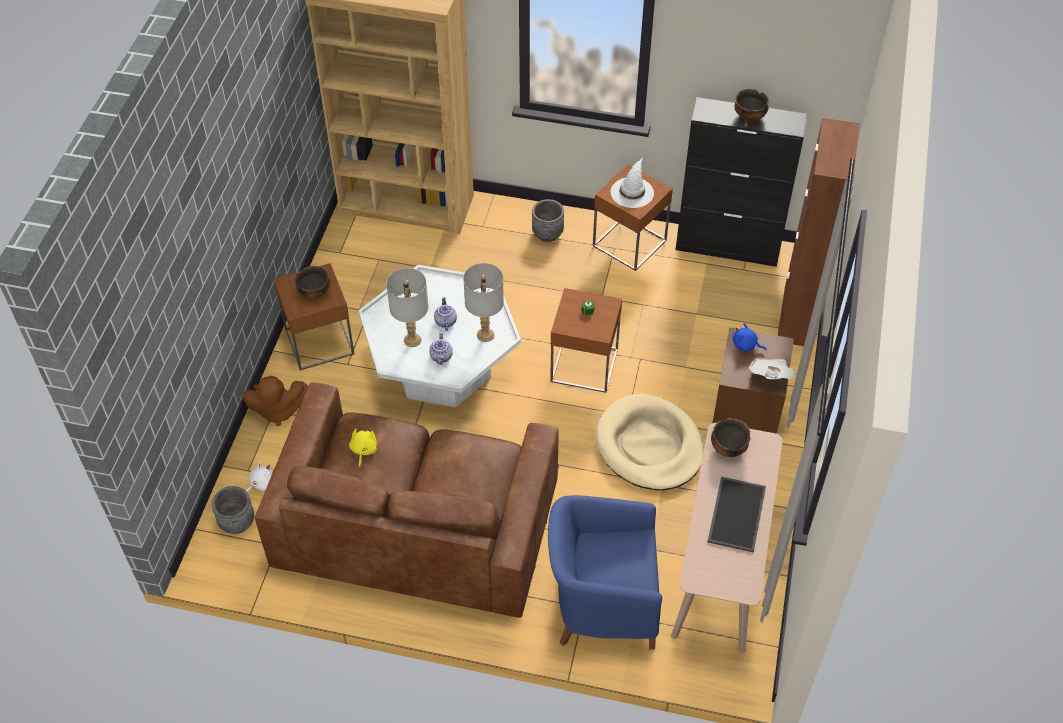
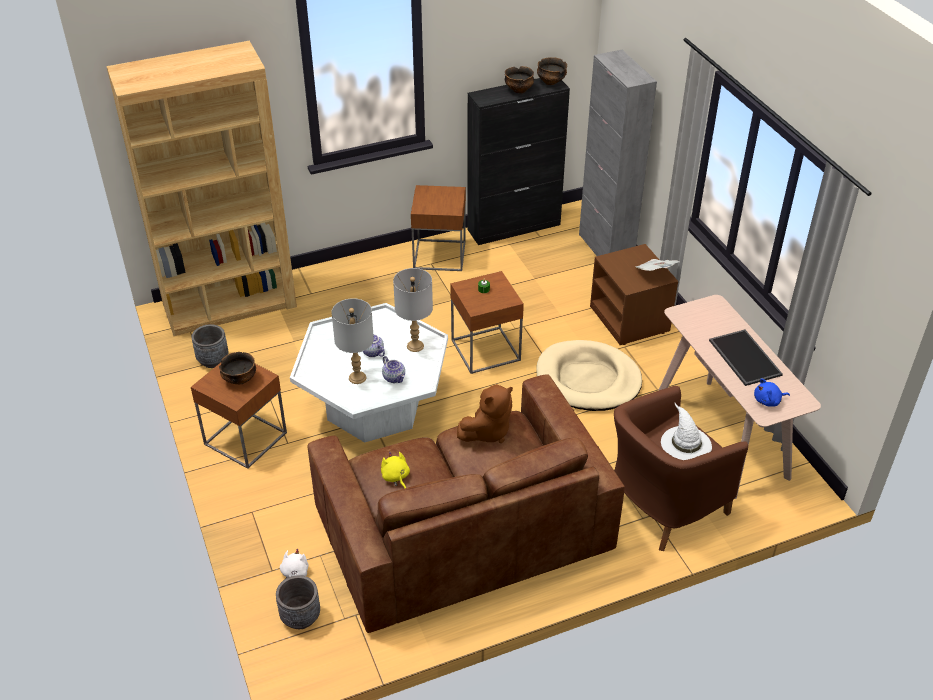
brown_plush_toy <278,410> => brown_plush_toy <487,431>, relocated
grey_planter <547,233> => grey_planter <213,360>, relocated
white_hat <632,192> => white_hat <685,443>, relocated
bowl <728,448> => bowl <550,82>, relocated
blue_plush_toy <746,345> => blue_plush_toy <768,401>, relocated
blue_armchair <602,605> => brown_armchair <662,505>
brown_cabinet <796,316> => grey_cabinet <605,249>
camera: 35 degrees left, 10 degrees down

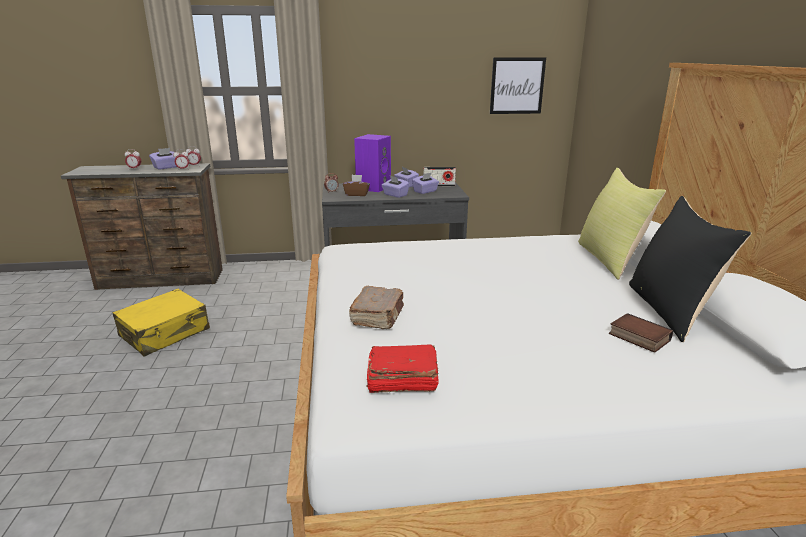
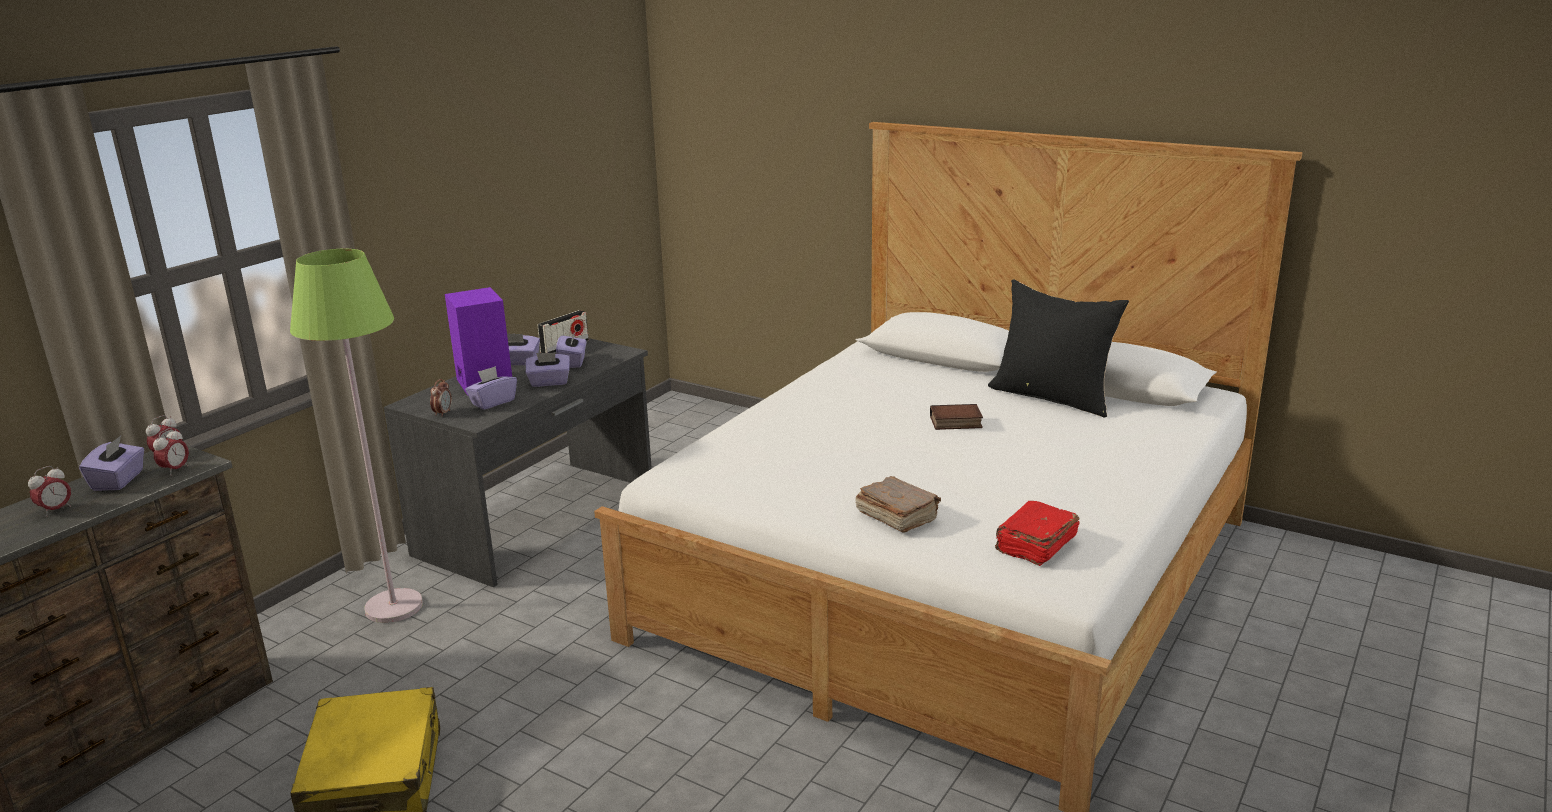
picture <517,86> => nothing
yellow_pillow <610,259> => nothing
nothing => green_floor_lamp <394,607>
book <637,337> => book <955,422>, relocated
brown_tissue_box <356,194> => purple_tissue_box <493,402>
camera: 50 degrees left, 0 degrees up

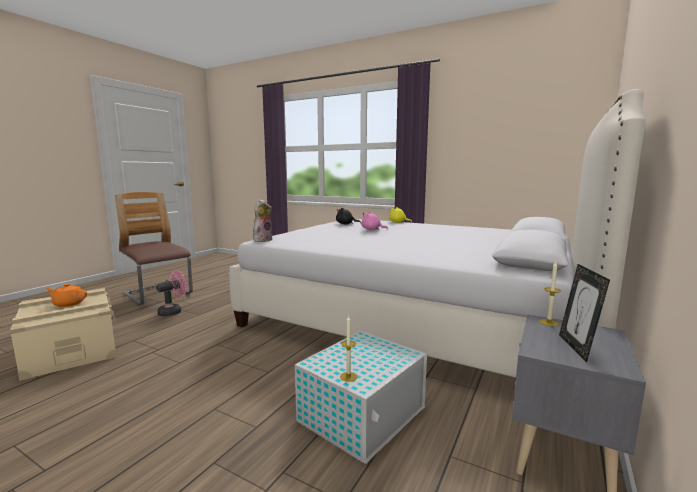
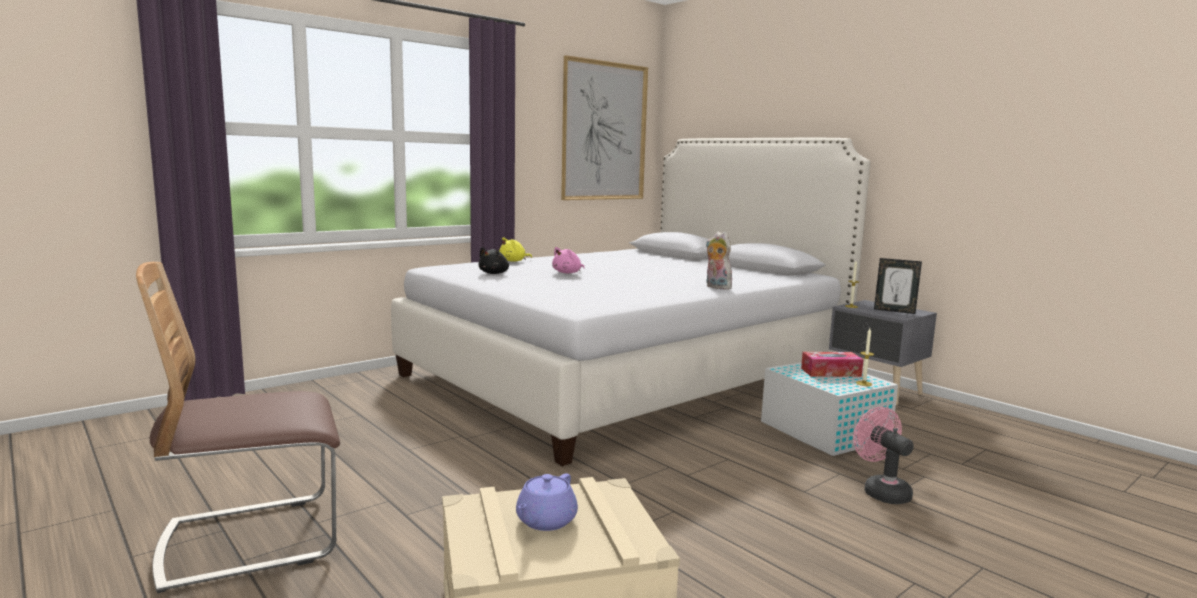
nothing => picture <604,131>
nothing => tissue_box <830,372>
pink_fan <173,311> => pink_fan <881,491>, relocated
plush_toy <262,240> => plush_toy <716,287>, relocated
orange_teapot <68,304> => purple_teapot <545,521>
camera: 70 degrees left, 0 degrees up

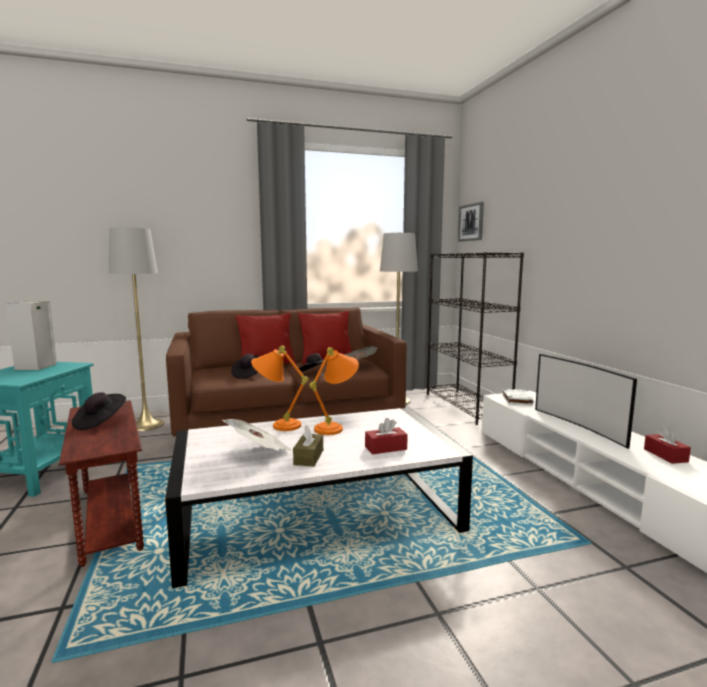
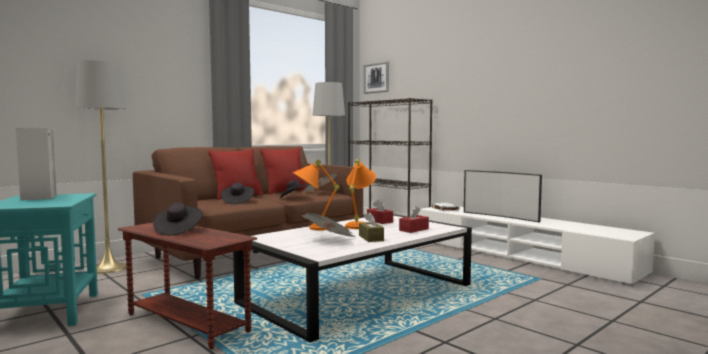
red_tissue_box <665,455> => red_tissue_box <379,221>, relocated
camera: 25 degrees left, 5 degrees down

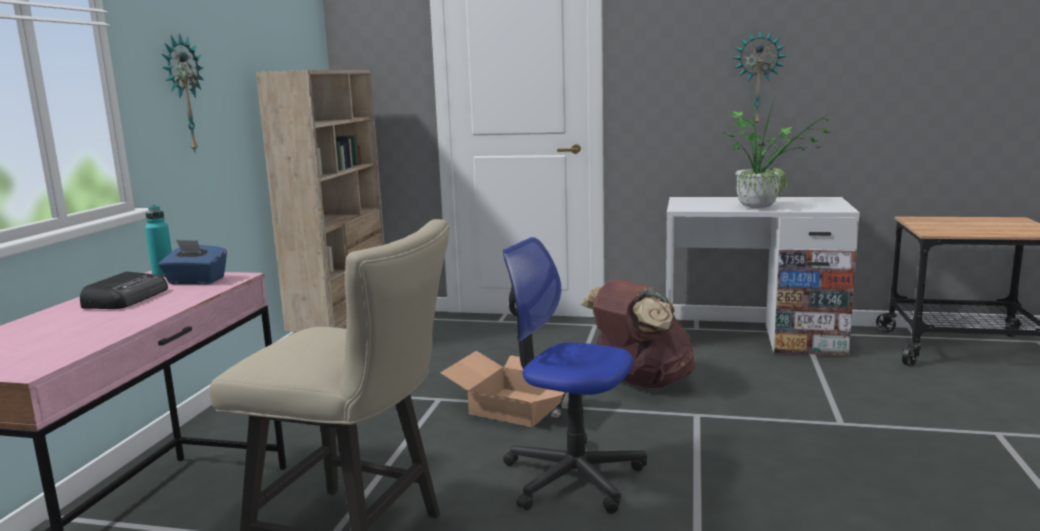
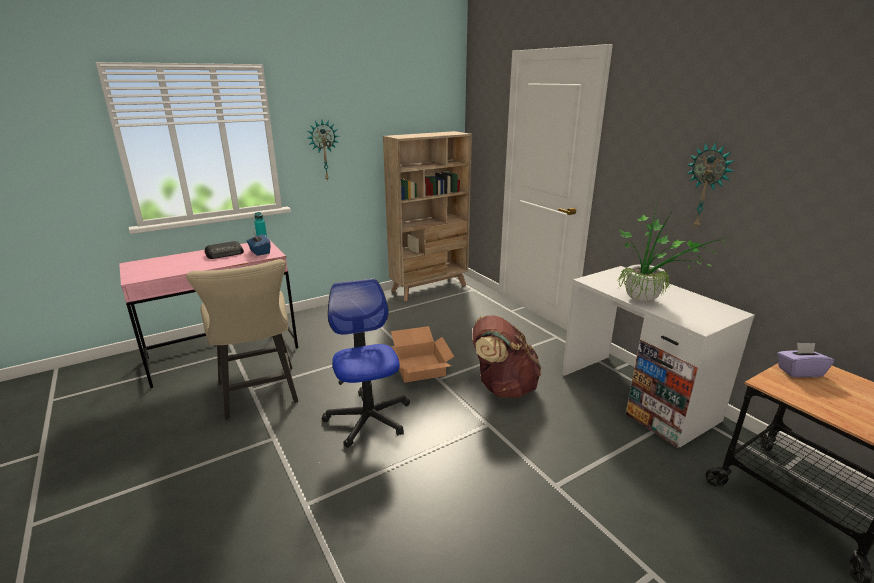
nothing => purple_tissue_box <799,371>
camera: 45 degrees right, 10 degrees up

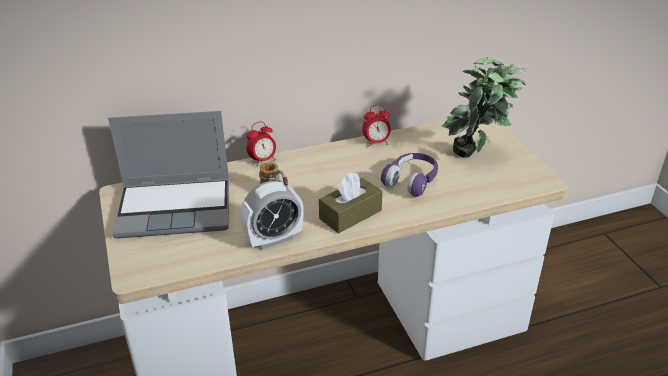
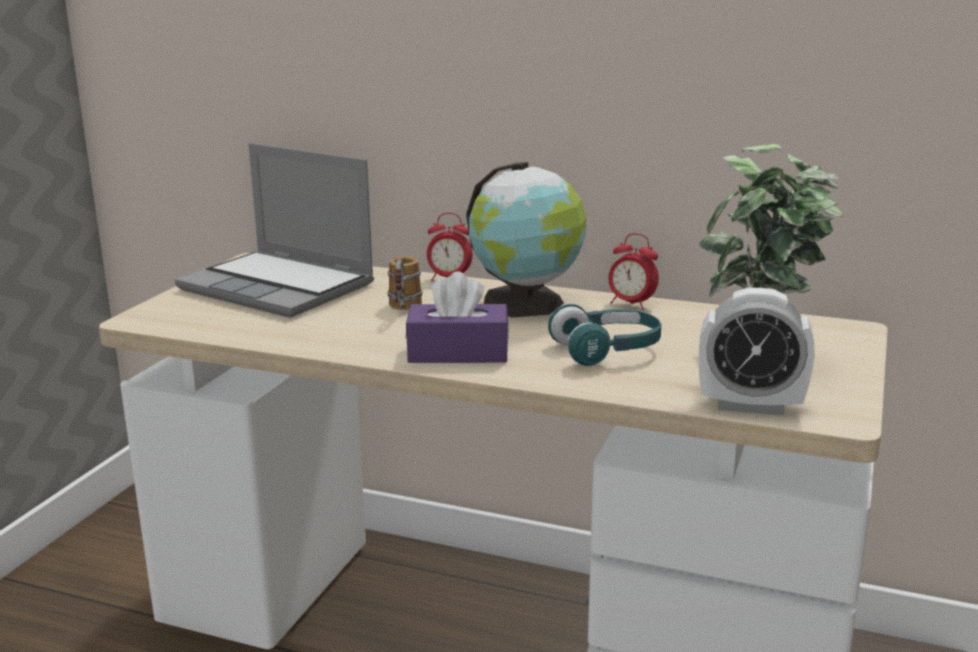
nothing => globe <526,303>
alarm_clock <274,239> => alarm_clock <750,405>, relocated
brown_tissue_box <350,214> => purple_tissue_box <458,353>
purple_headphones <411,181> => turquoise_headphones <607,351>
camera: 40 degrees right, 15 degrees down

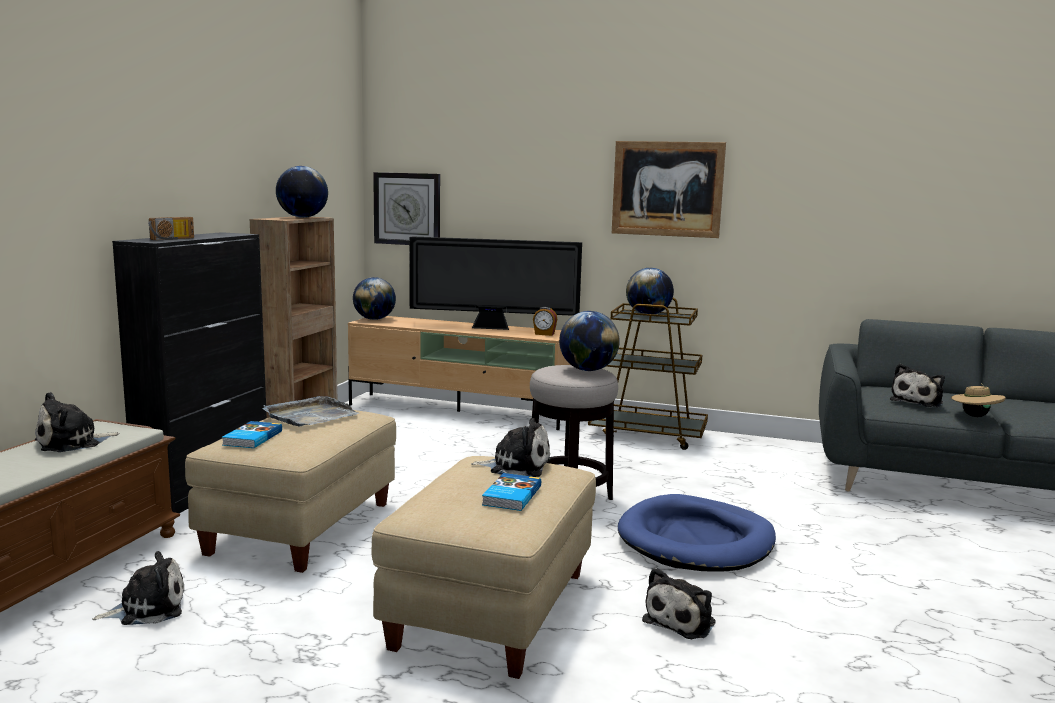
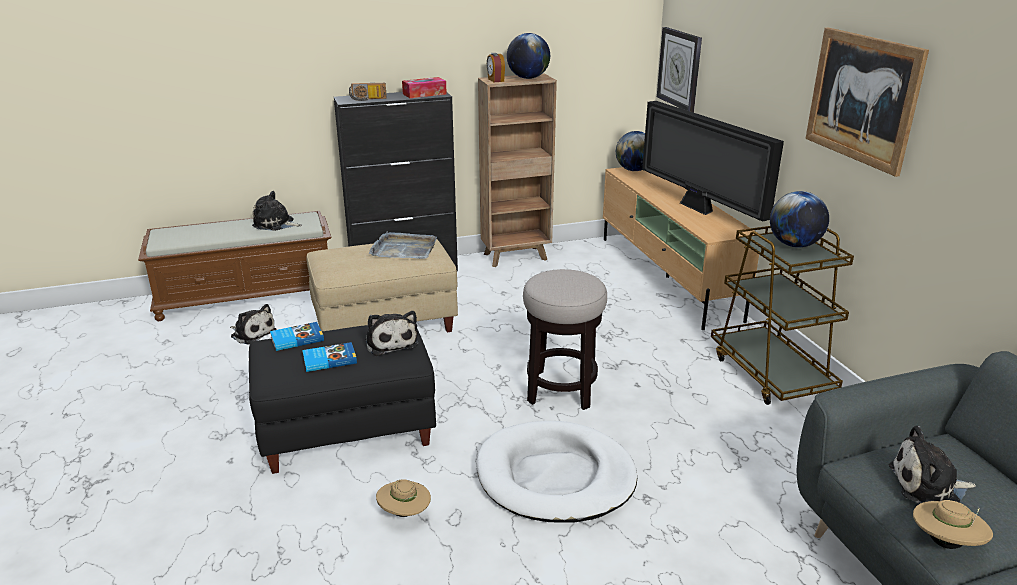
globe <587,370> => nothing
nothing => tissue_box <424,94>
book <251,438> => book <296,339>, relocated
alarm_clock <544,334> => alarm_clock <495,80>, relocated
plush_toy <682,620> => beige_hat <405,513>
beige_ottoman <490,608> => black_ottoman <346,429>
blue_dog_bed <696,540> => white_dog_bed <555,477>
camera: 55 degrees right, 15 degrees up

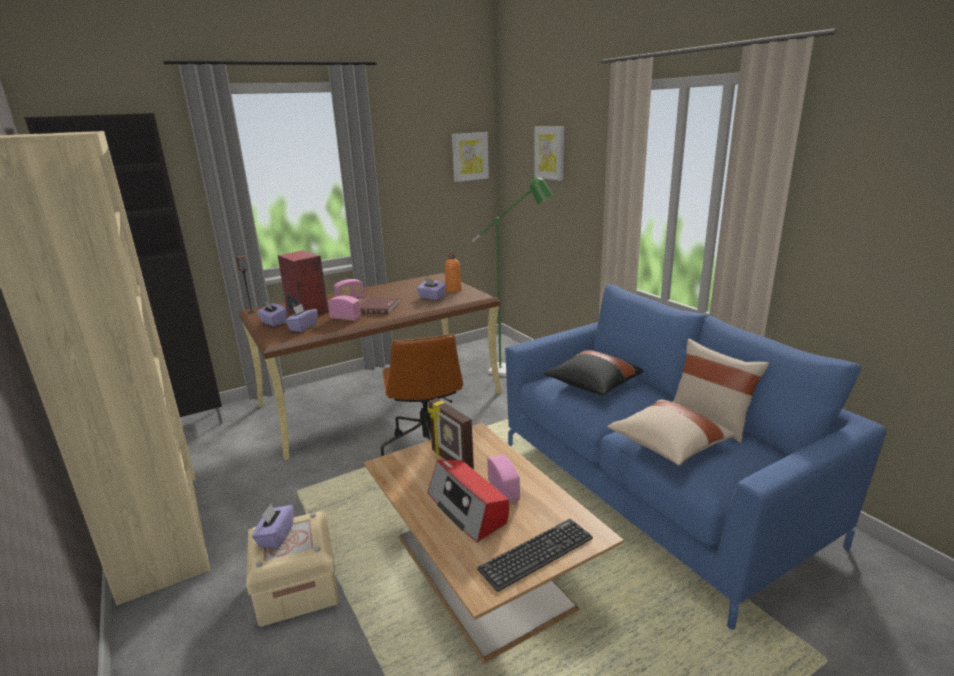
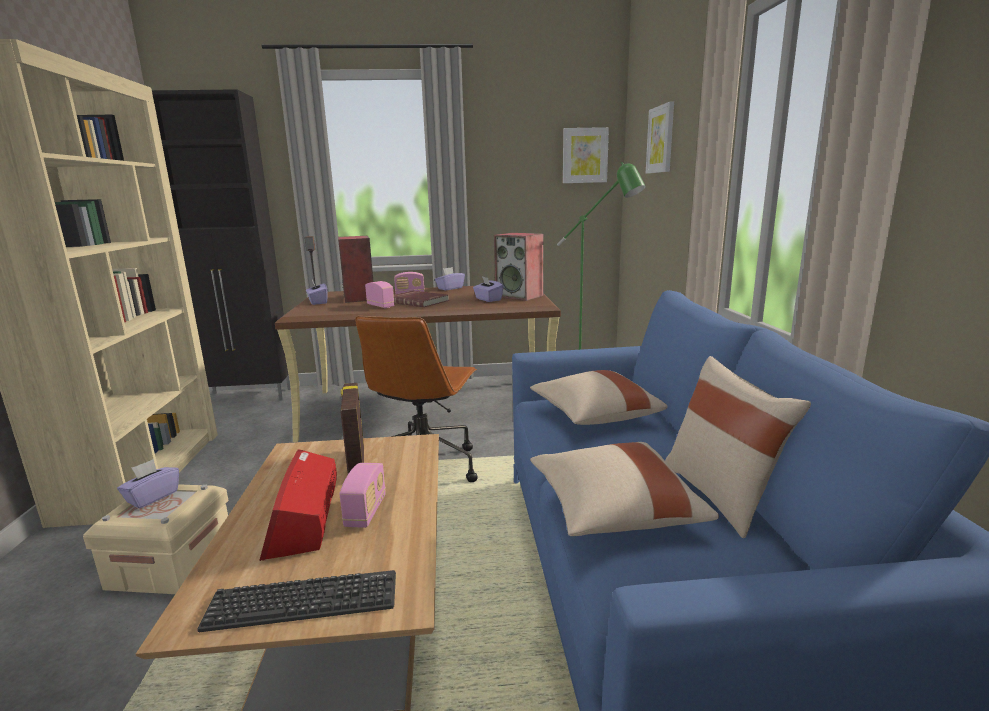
purple_tissue_box <303,327> => purple_tissue_box <450,288>, relocated
orange_bottle <453,290> => speaker <520,296>
black_pillow <592,385> => beige_pillow <594,416>
camera: 25 degrees right, 5 degrees down

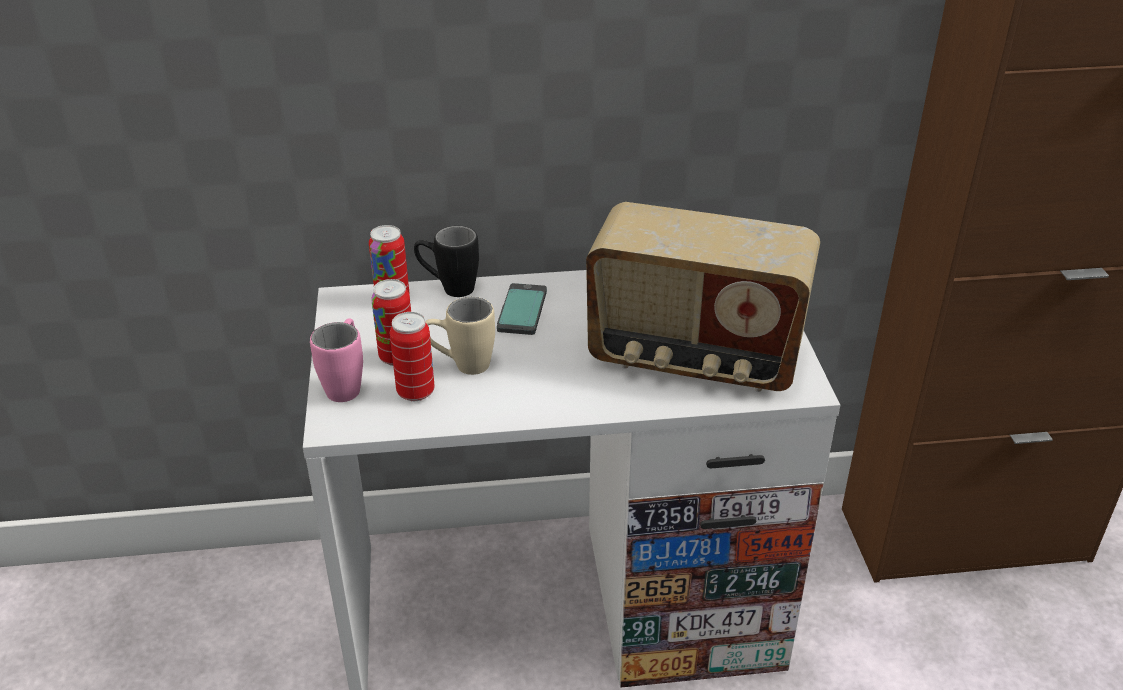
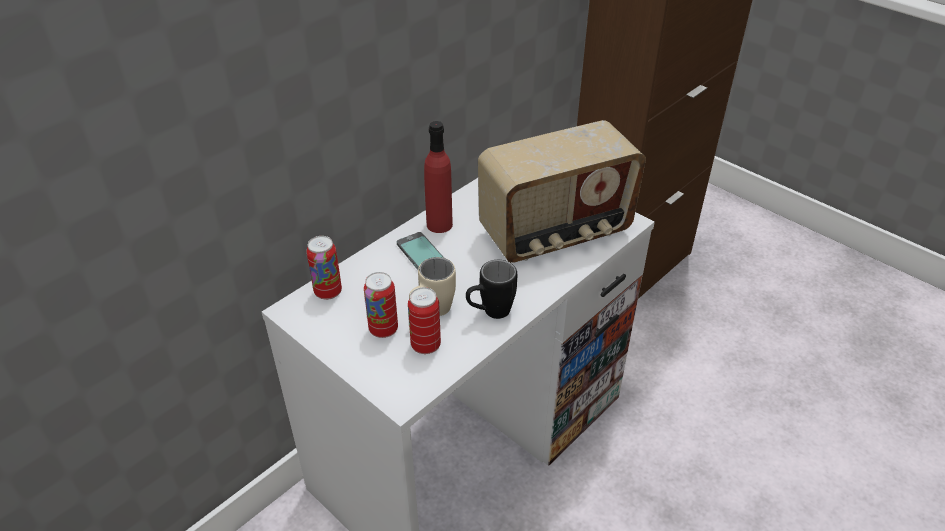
pink_mug <346,384> => nothing
nothing => red_bottle <439,224>
black_mug <448,288> => black_mug <489,313>, relocated
camera: 40 degrees left, 5 degrees up

